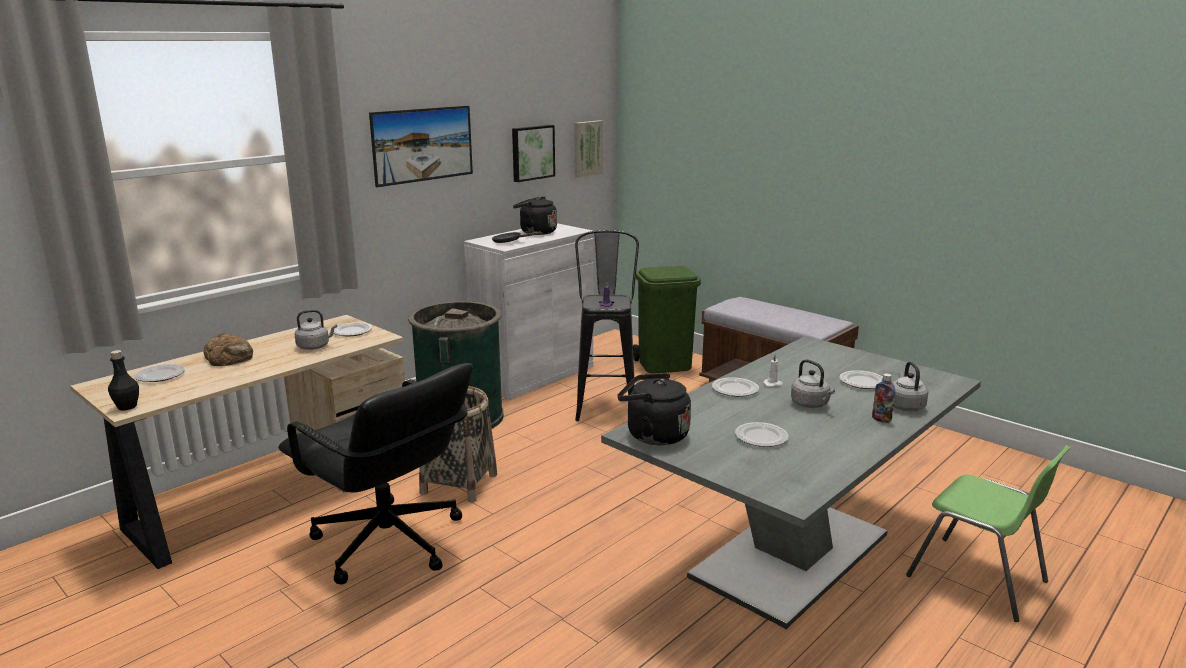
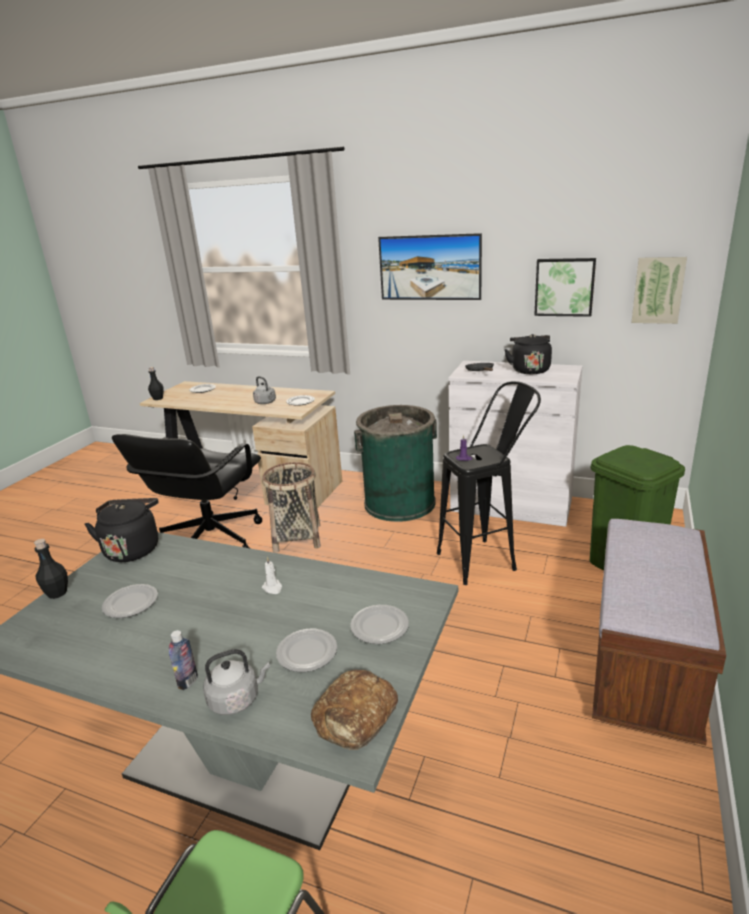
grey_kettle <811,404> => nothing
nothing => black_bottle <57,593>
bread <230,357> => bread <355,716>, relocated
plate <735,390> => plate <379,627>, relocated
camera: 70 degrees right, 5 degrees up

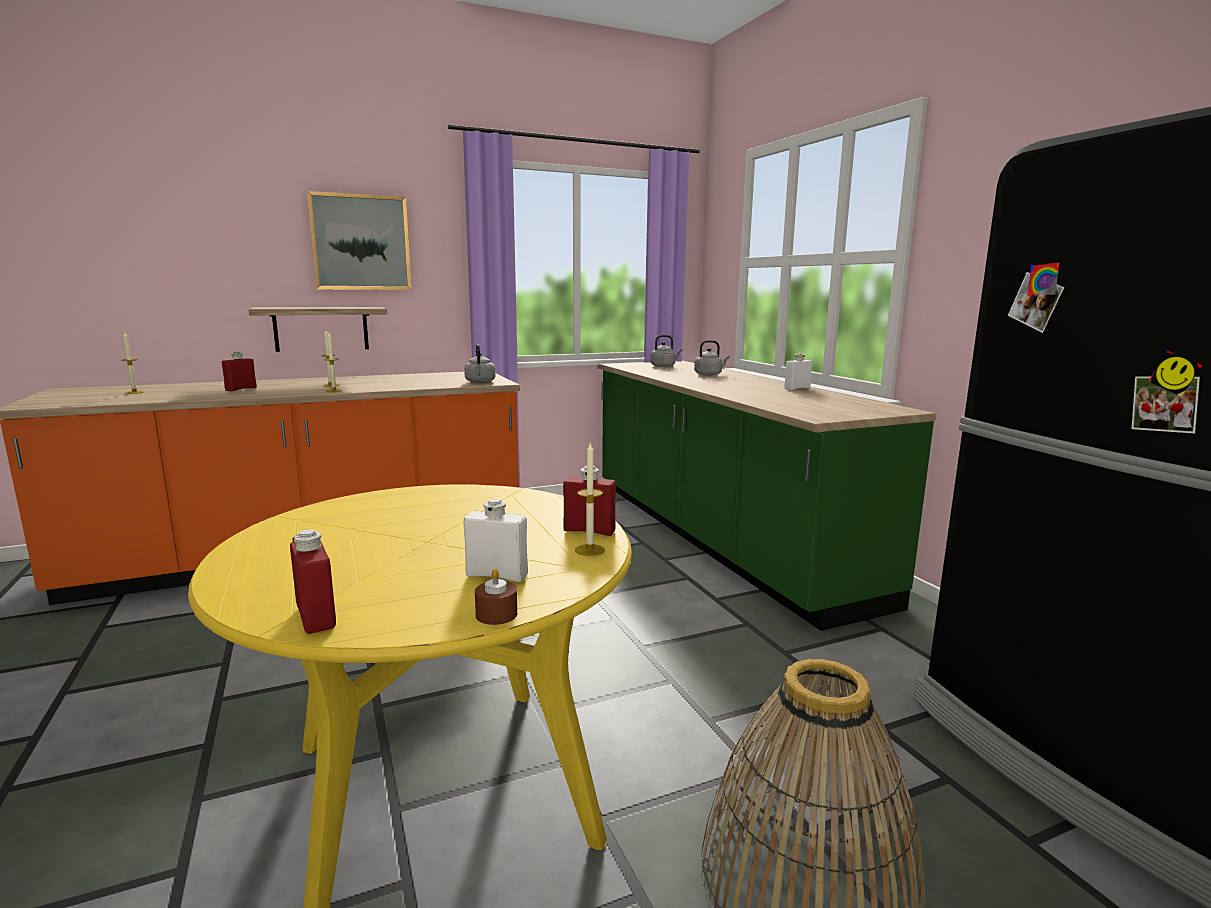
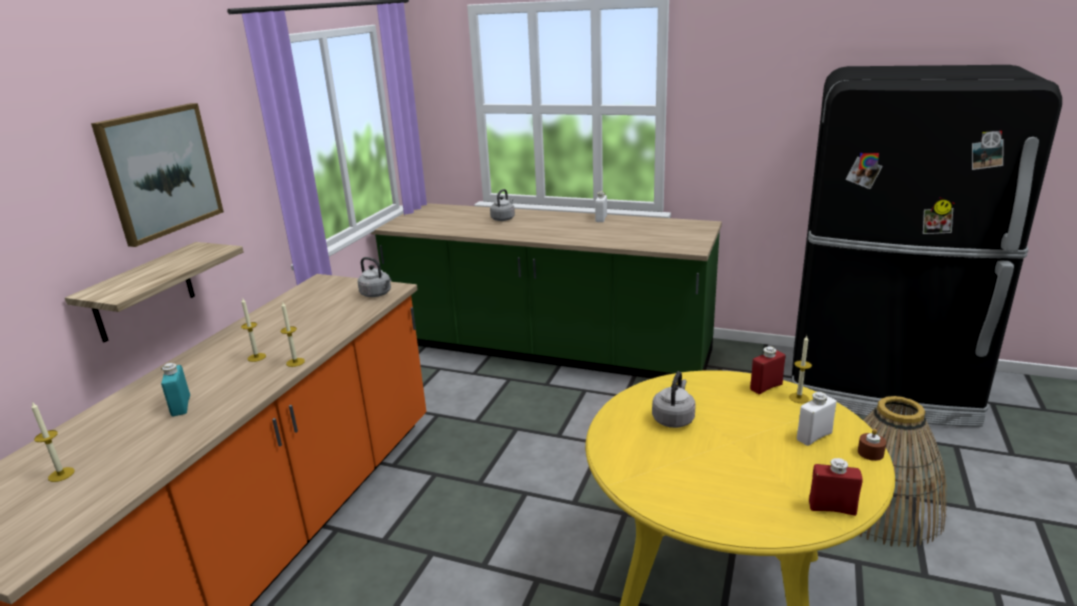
grey_kettle <664,366> => grey_kettle <673,418>, relocated
red_bottle <241,389> => turquoise_bottle <181,406>
camera: 45 degrees left, 10 degrees up

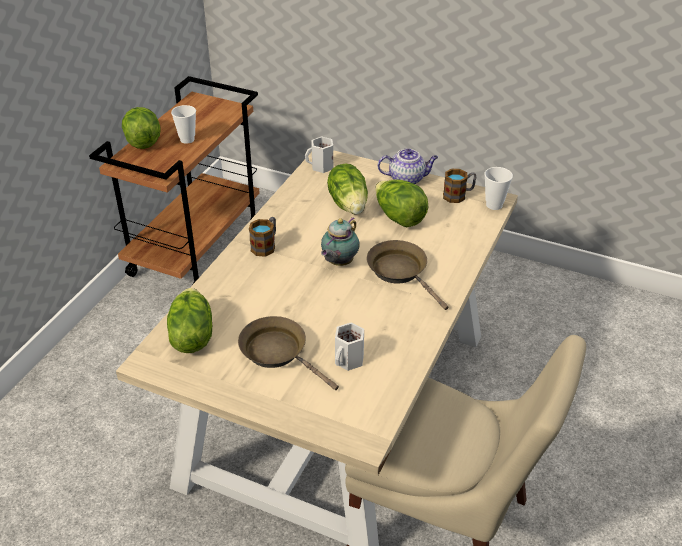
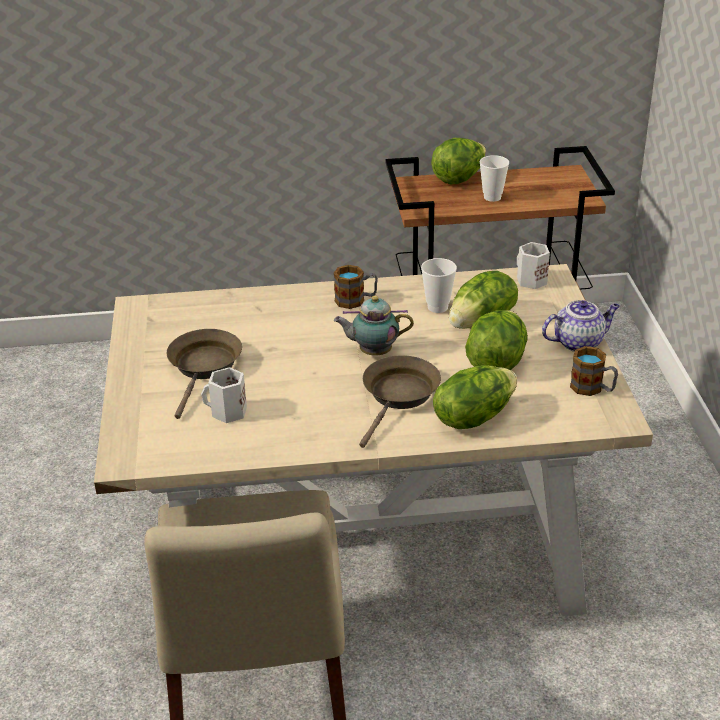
lettuce <191,336> => lettuce <473,417>, relocated
cup <494,205> => cup <437,307>, relocated
teapot <407,179> => teapot <579,342>, 75 degrees counterclockwise
camera: 60 degrees right, 5 degrees down

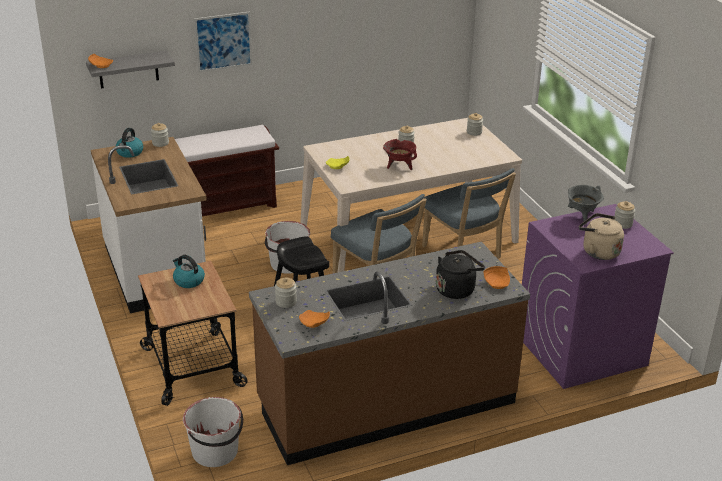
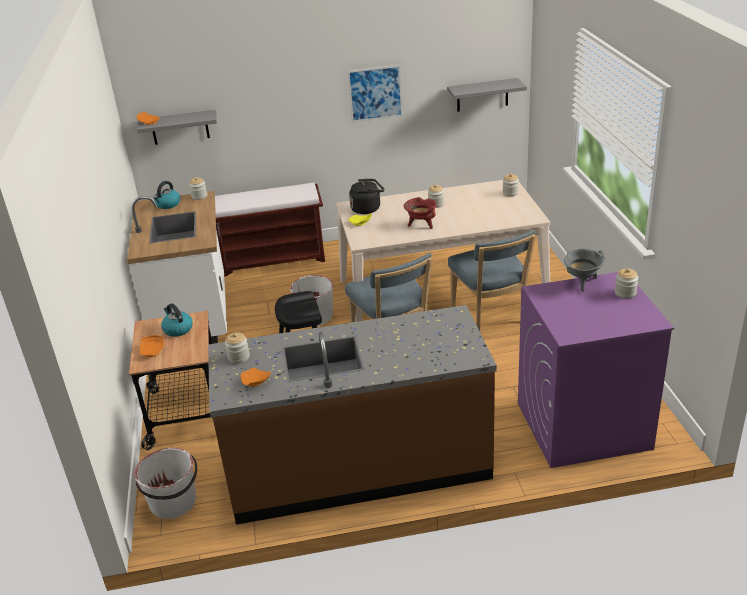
beige_kettle <598,251> => nothing
nothing => grey_shelf <482,95>
picture <223,41> => picture <375,93>, relocated
black_kettle <457,289> => black_kettle <367,208>, relocated
orange_plate <497,283> => orange_plate <153,351>, relocated
camera: 15 degrees right, 0 degrees up

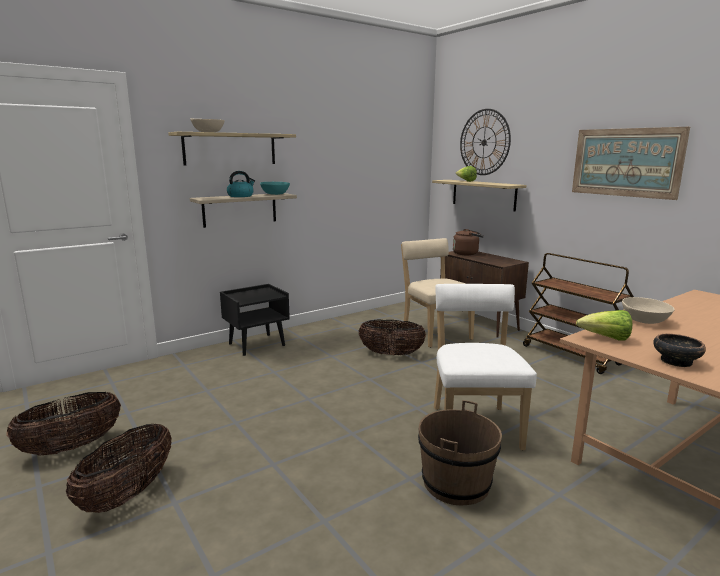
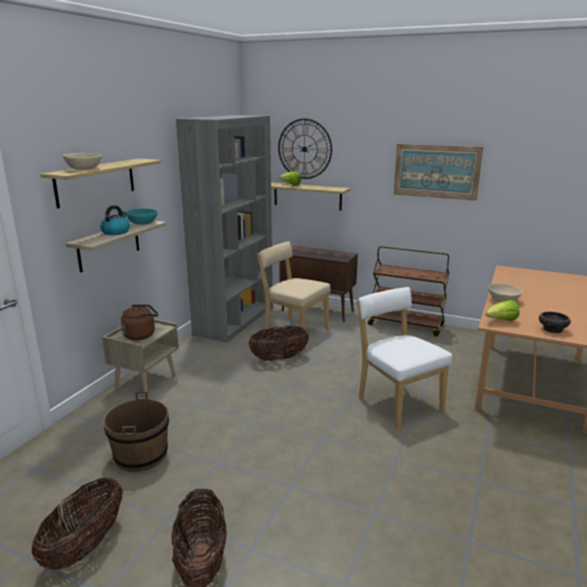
nothing => grey_bookcase <235,320>
brown_bucket <455,483> => brown_bucket <141,455>, relocated
brown_kettle <467,253> => brown_kettle <141,335>, relocated
black_nightstand <257,344> => beige_nightstand <146,381>
camera: 30 degrees left, 5 degrees up

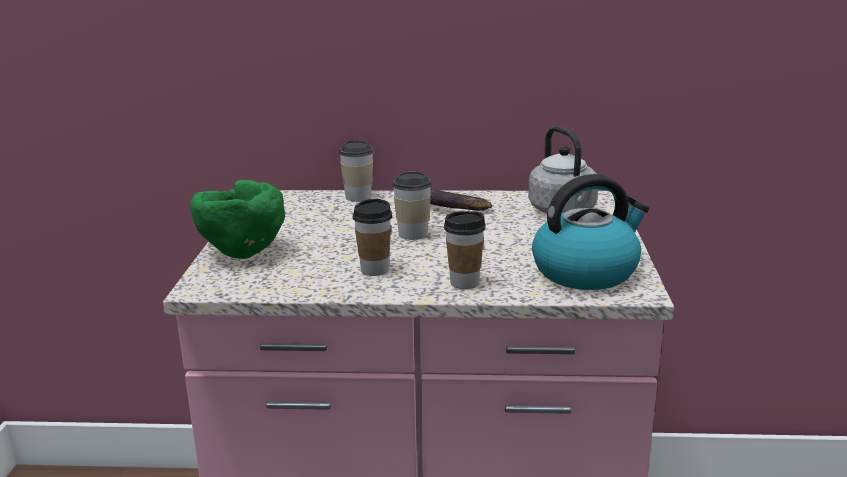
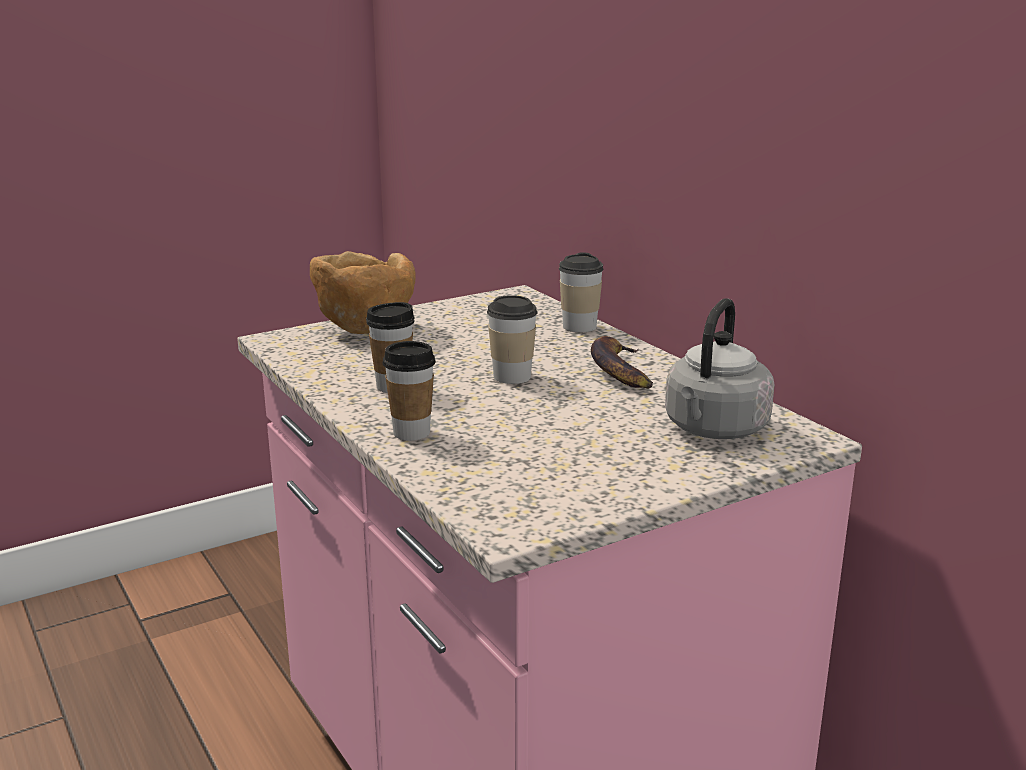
kettle <586,271> => nothing
green_bowl <241,253> => brown_bowl <365,329>
camera: 55 degrees right, 0 degrees up

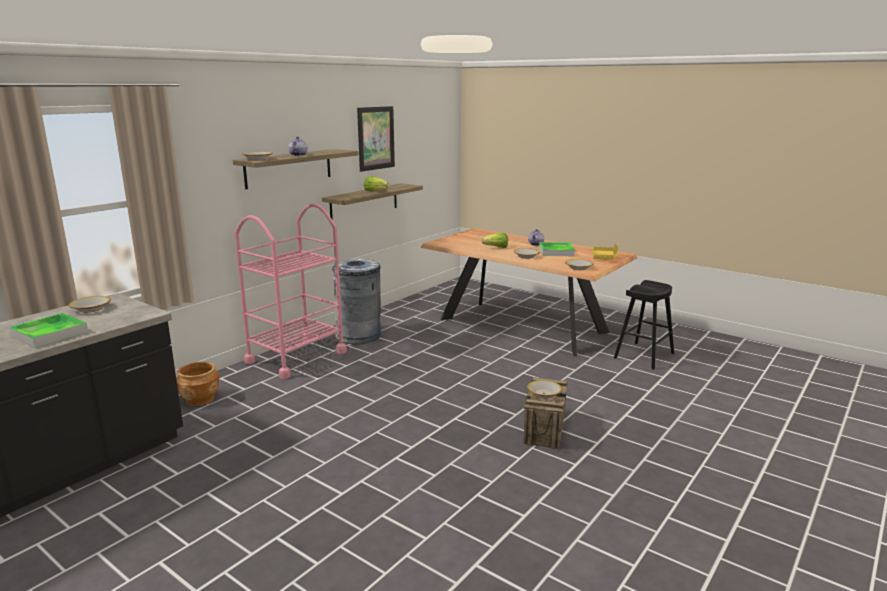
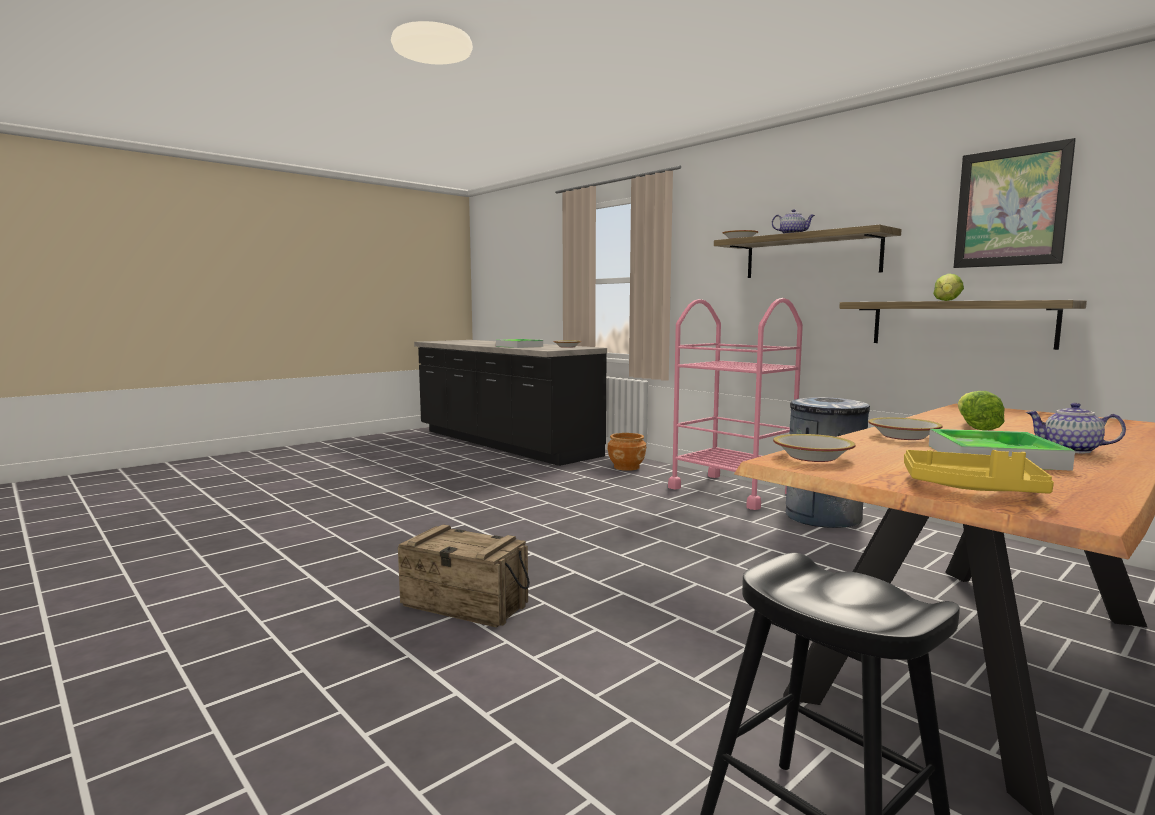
bowl <544,394> => nothing
camera: 100 degrees right, 10 degrees down

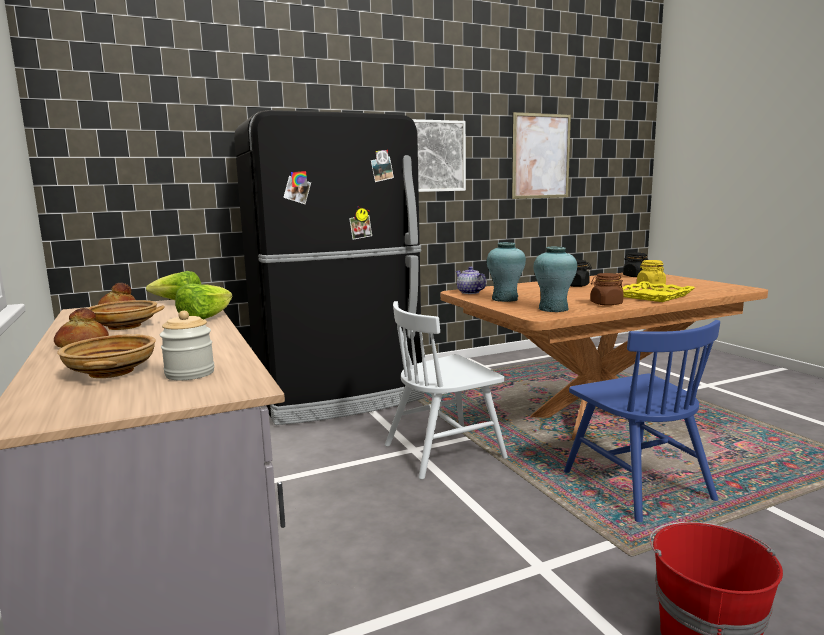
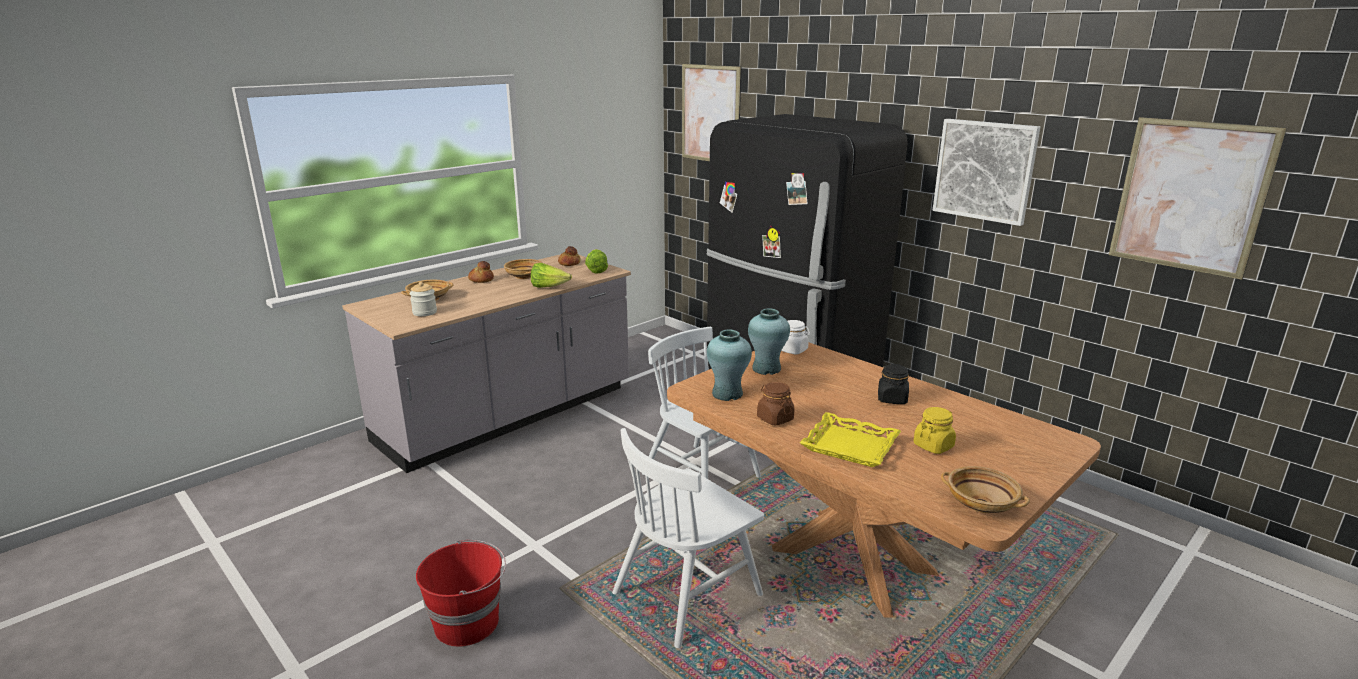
black_jar <635,276> => nothing
nothing => picture <710,114>
nothing => beige_bowl <982,503>
teapot <470,292> => white_jar <793,350>
blue_chair <636,485> => white_chair <687,593>
camera: 70 degrees right, 10 degrees up

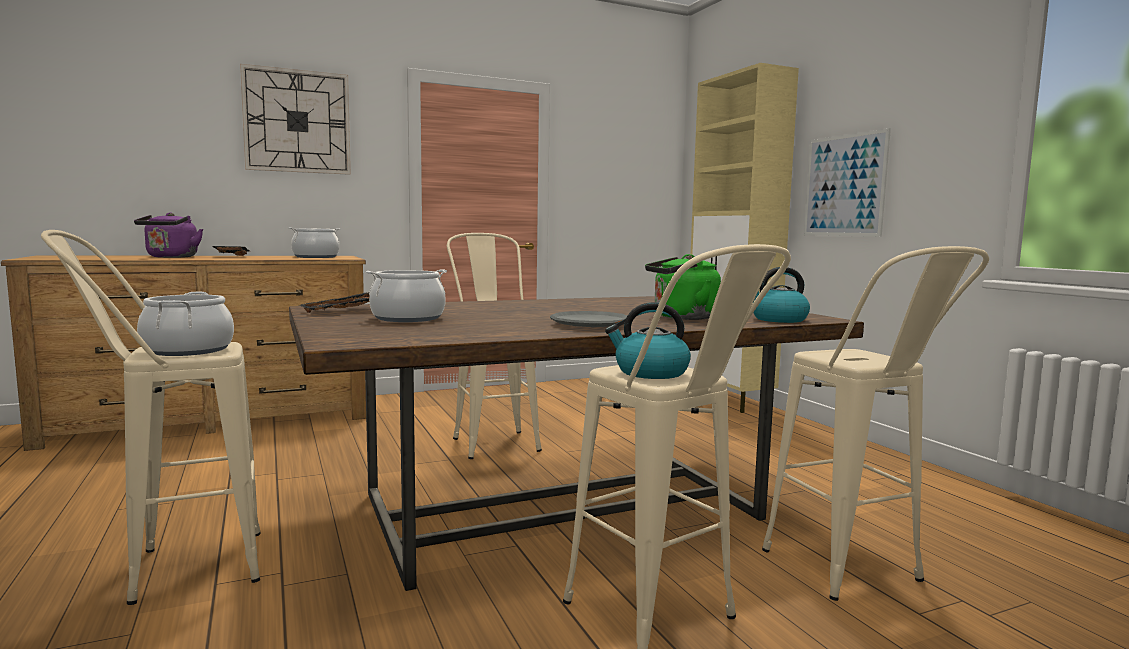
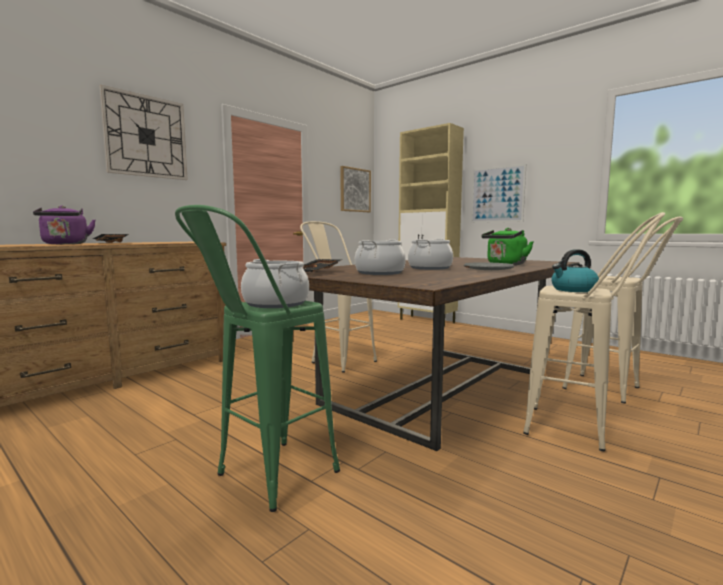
kettle <778,319> => nothing
nothing => picture <355,190>
cooking_pot <316,257> => cooking_pot <430,268>, relocated
beige_stool <173,570> => green_stool <263,481>
camera: 25 degrees left, 0 degrees up

